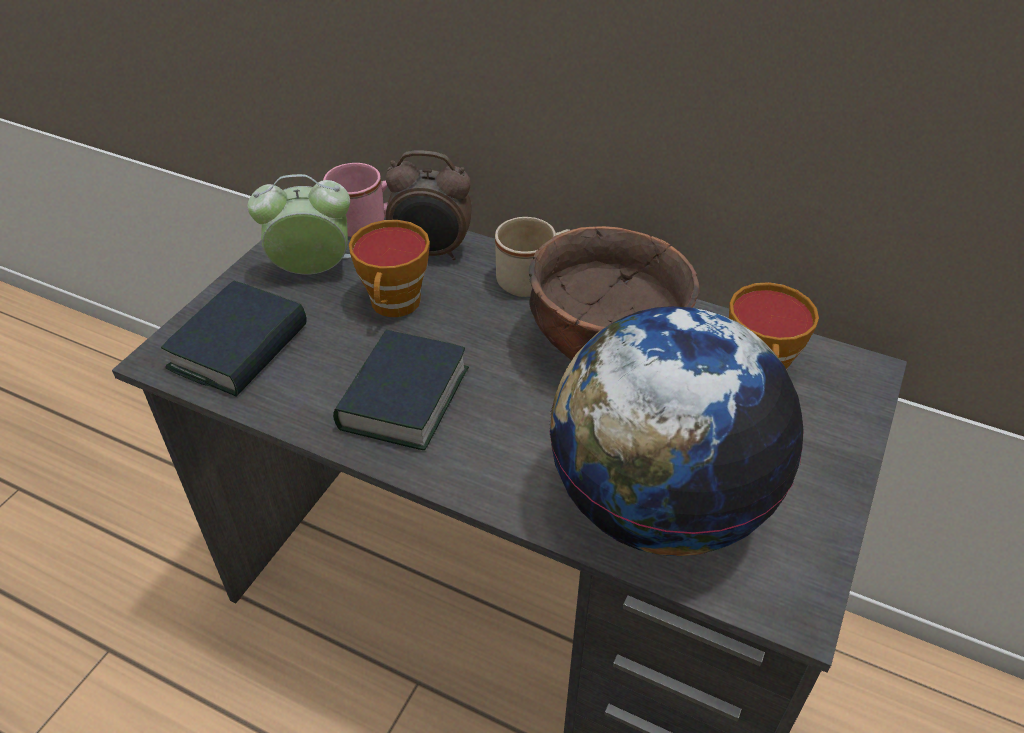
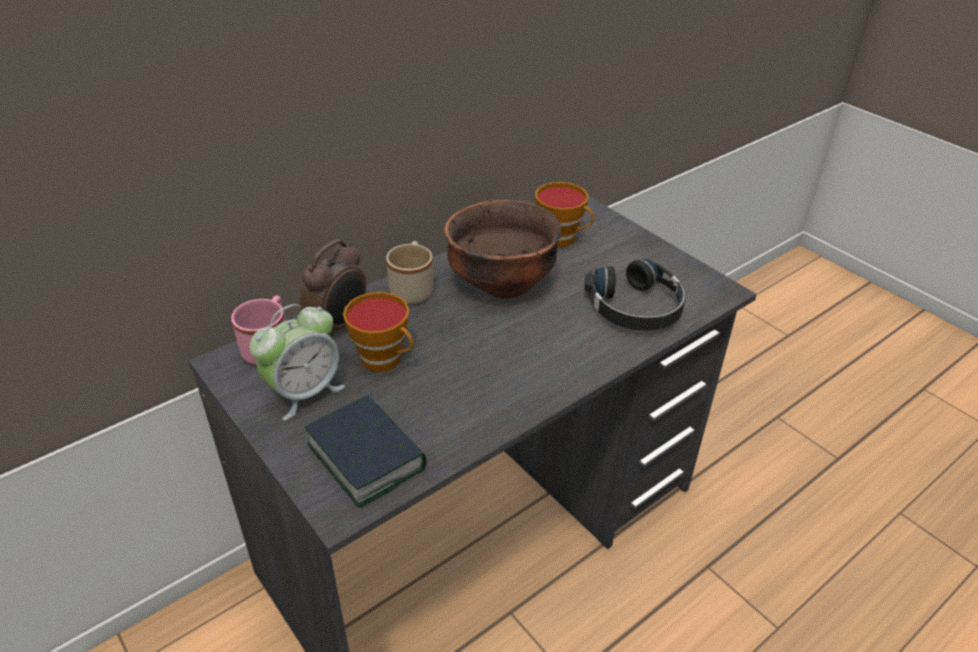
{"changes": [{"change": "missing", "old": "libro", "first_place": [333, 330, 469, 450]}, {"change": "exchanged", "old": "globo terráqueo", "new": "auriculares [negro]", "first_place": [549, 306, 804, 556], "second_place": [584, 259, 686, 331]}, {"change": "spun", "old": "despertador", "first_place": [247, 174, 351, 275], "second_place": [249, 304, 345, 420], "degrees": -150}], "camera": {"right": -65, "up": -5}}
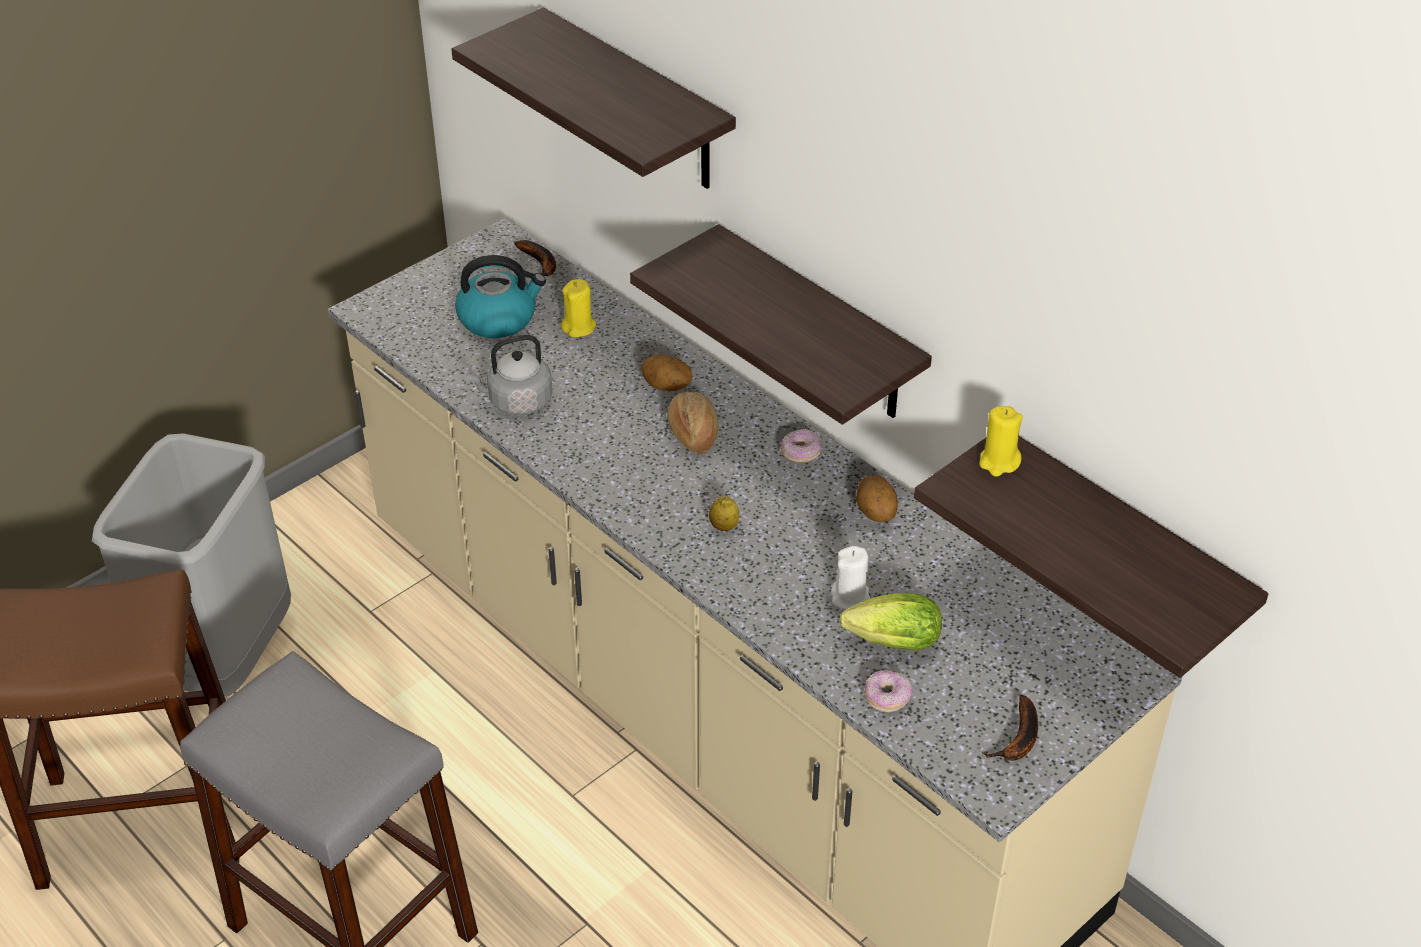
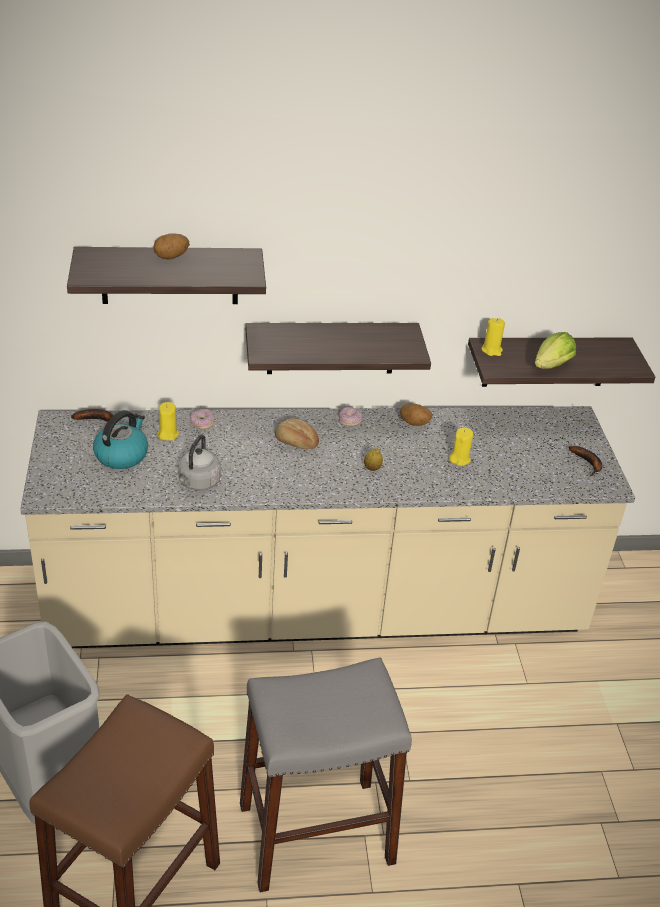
{"changes": [{"change": "relocated", "old": "patata", "first_place": [641, 354, 693, 391], "second_place": [153, 233, 190, 260]}, {"change": "relocated", "old": "lechuga", "first_place": [839, 593, 942, 650], "second_place": [535, 332, 576, 369]}, {"change": "relocated", "old": "rosquilla", "first_place": [865, 670, 912, 712], "second_place": [190, 409, 215, 429]}, {"change": "colour", "old": "vela [blanco]", "new": "vela [amarillo]", "first_place": [831, 546, 870, 610], "second_place": [449, 427, 473, 466]}], "camera": {"right": -55, "up": -5}}
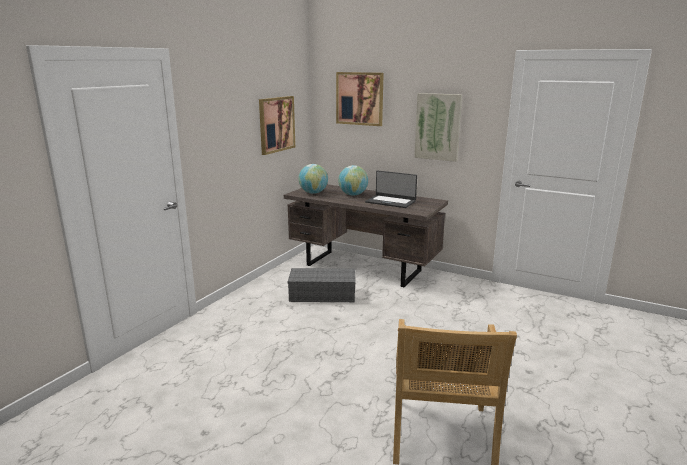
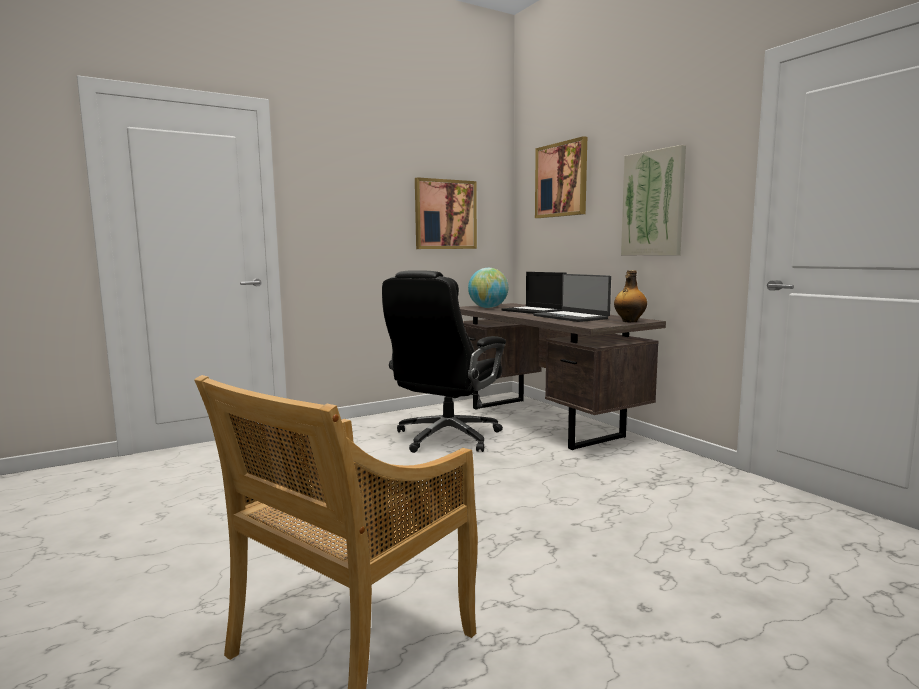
{"changes": [{"change": "appeared", "new": "botella", "second_place": [614, 270, 647, 322]}, {"change": "exchanged", "old": "caja de almacenaje [gris]", "new": "silla de oficina [negro]", "first_place": [288, 268, 355, 302], "second_place": [382, 270, 506, 453]}, {"change": "exchanged", "old": "globo terráqueo", "new": "portátil", "first_place": [338, 165, 368, 196], "second_place": [502, 272, 567, 314]}], "camera": {"right": 30, "up": -10}}
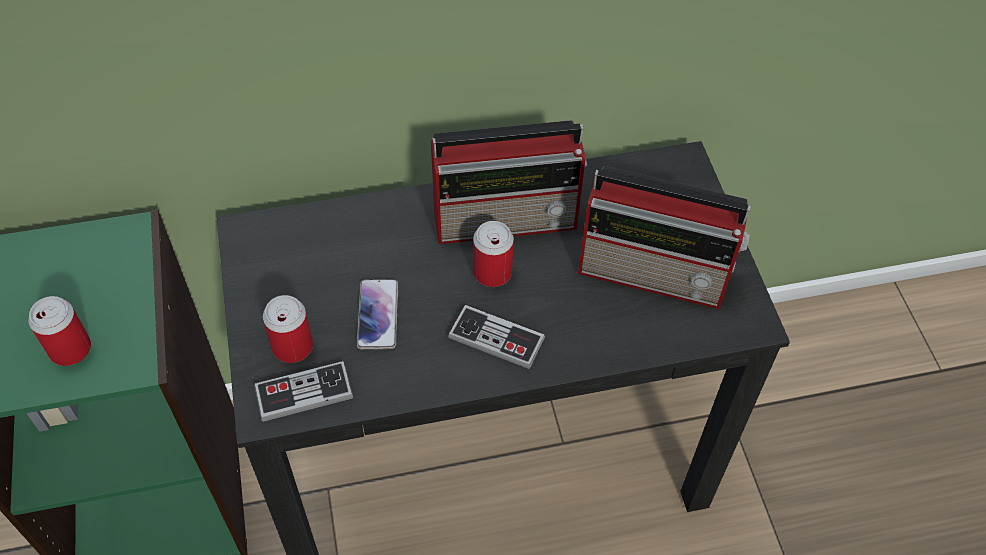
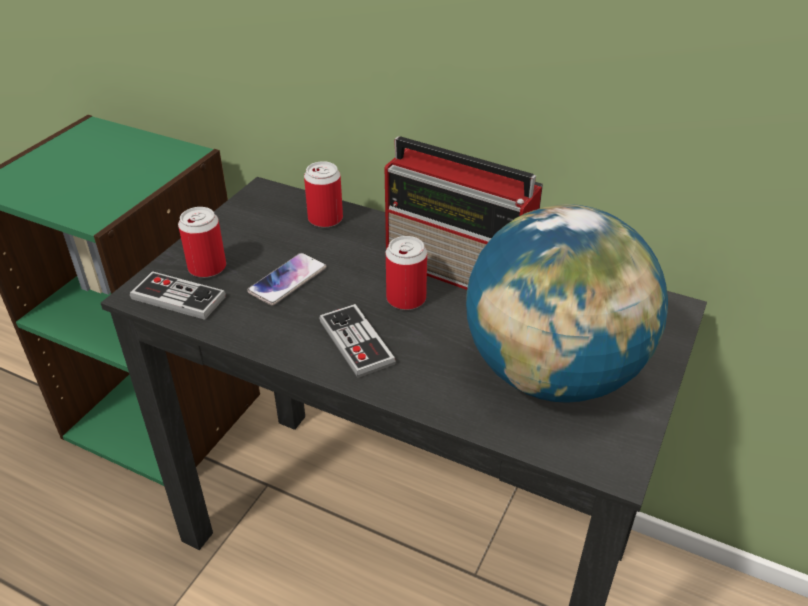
{"changes": [{"change": "relocated", "old": "lata", "first_place": [28, 296, 91, 366], "second_place": [304, 161, 343, 227]}, {"change": "exchanged", "old": "radio", "new": "globo terráqueo", "first_place": [578, 166, 751, 309], "second_place": [466, 204, 668, 403]}], "camera": {"right": 40, "up": -15}}
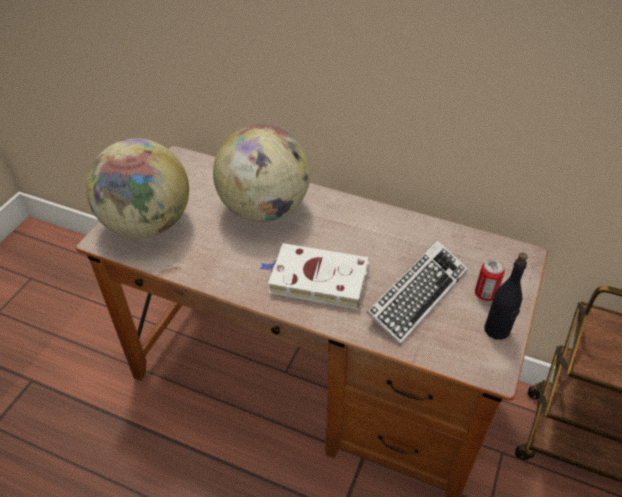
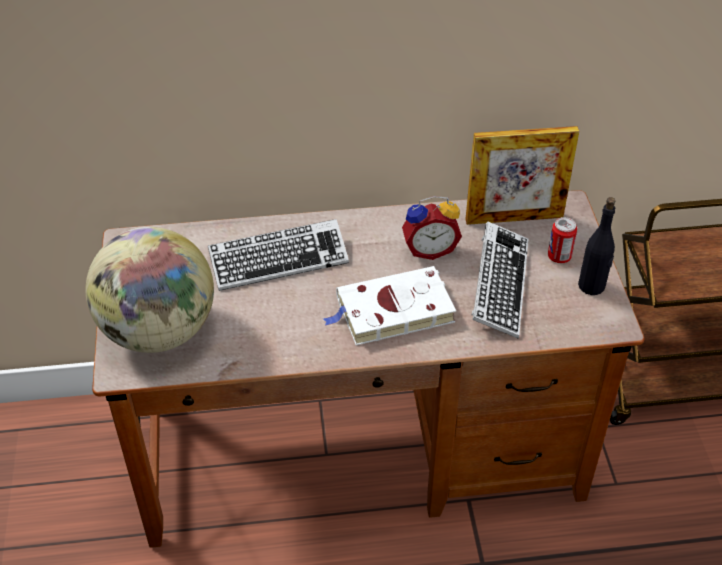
{"changes": [{"change": "appeared", "new": "despertador", "second_place": [402, 196, 462, 260]}, {"change": "appeared", "new": "portarretratos", "second_place": [465, 126, 579, 225]}, {"change": "exchanged", "old": "globo terráqueo", "new": "teclado", "first_place": [213, 124, 310, 222], "second_place": [208, 219, 349, 291]}], "camera": {"right": -30, "up": 0}}
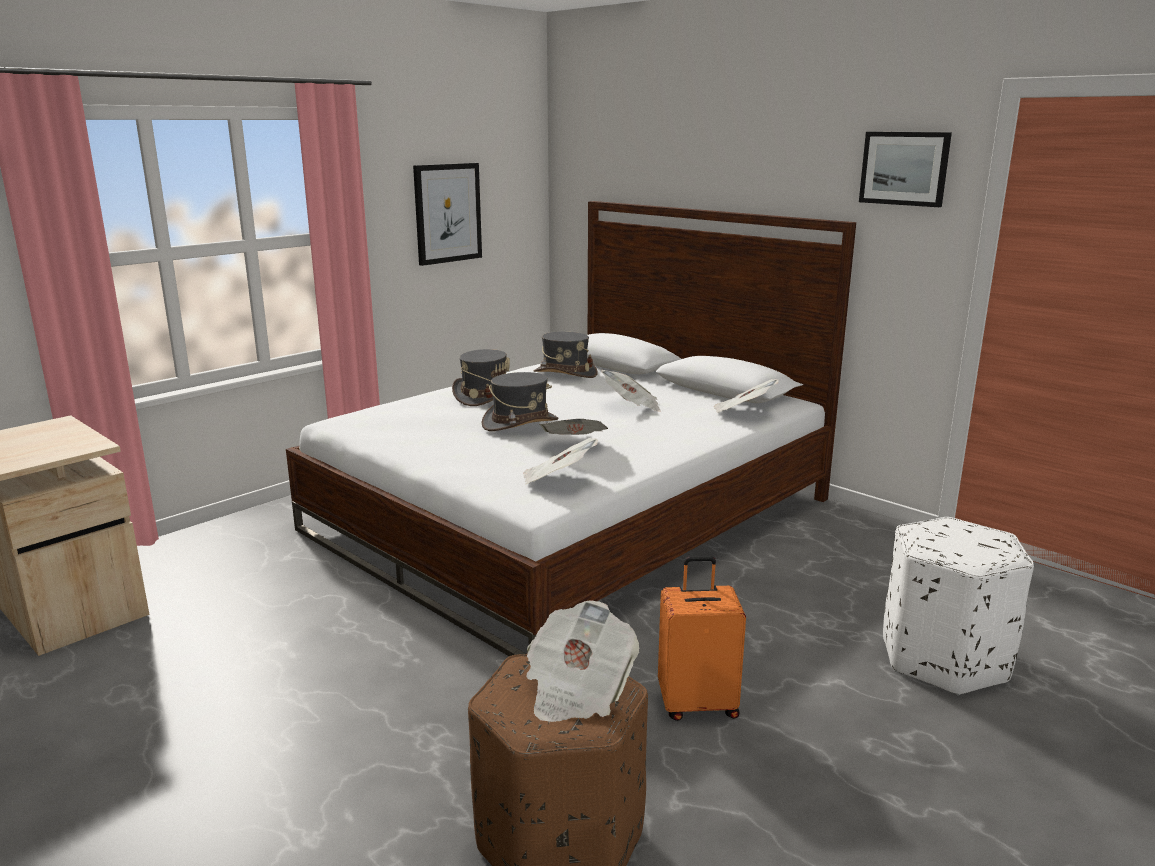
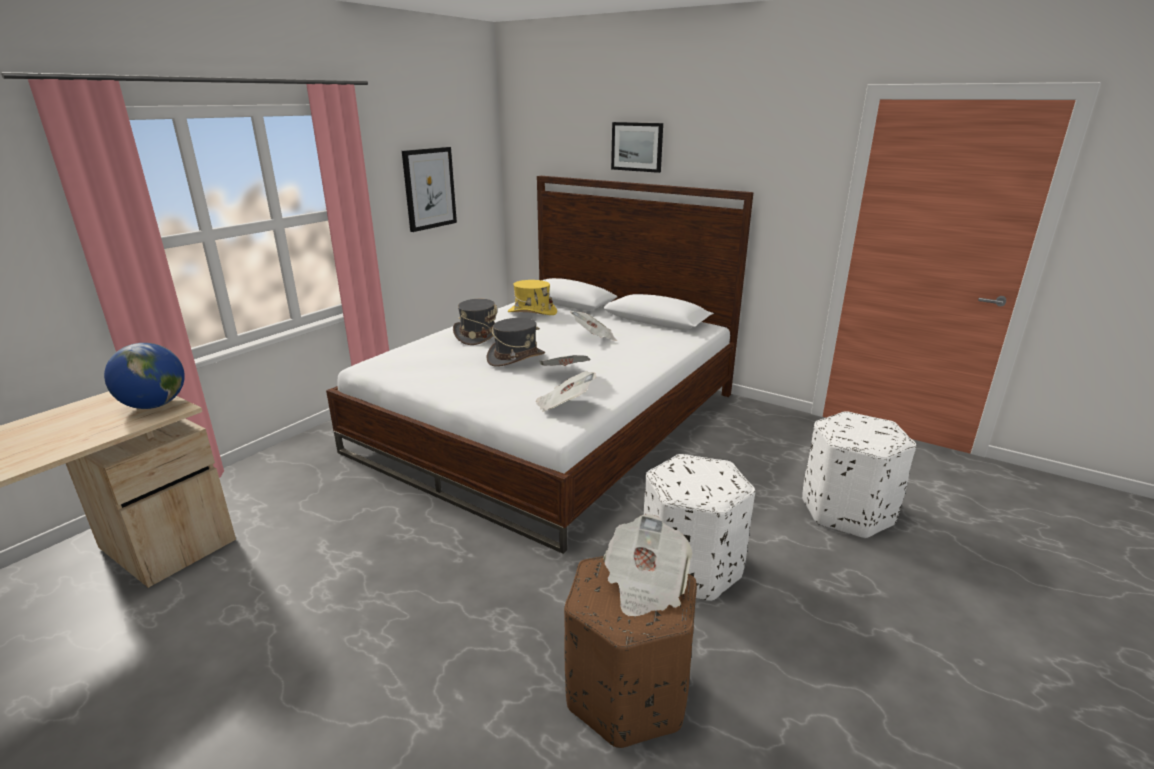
{"changes": [{"change": "missing", "old": "periódico", "first_place": [714, 379, 779, 413]}, {"change": "appeared", "new": "globo terráqueo", "second_place": [104, 343, 185, 409]}, {"change": "relocated", "old": "cuadro", "first_place": [859, 132, 952, 207], "second_place": [611, 122, 663, 173]}, {"change": "exchanged", "old": "maleta [naranja]", "new": "puf [blanco]", "first_place": [658, 556, 746, 721], "second_place": [643, 454, 755, 601]}, {"change": "colour", "old": "sombrero [gris]", "new": "sombrero [amarillo]", "first_place": [534, 332, 598, 378], "second_place": [508, 280, 557, 315]}], "camera": {"right": -10, "up": 5}}
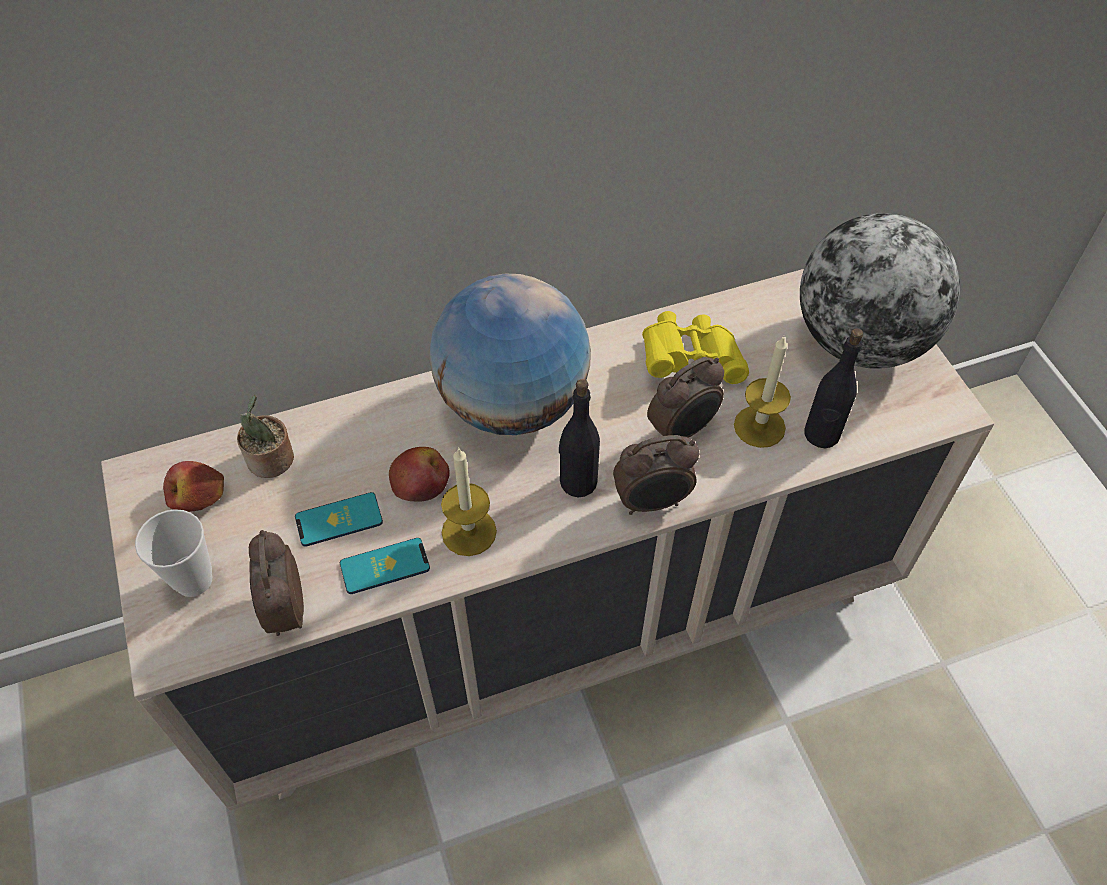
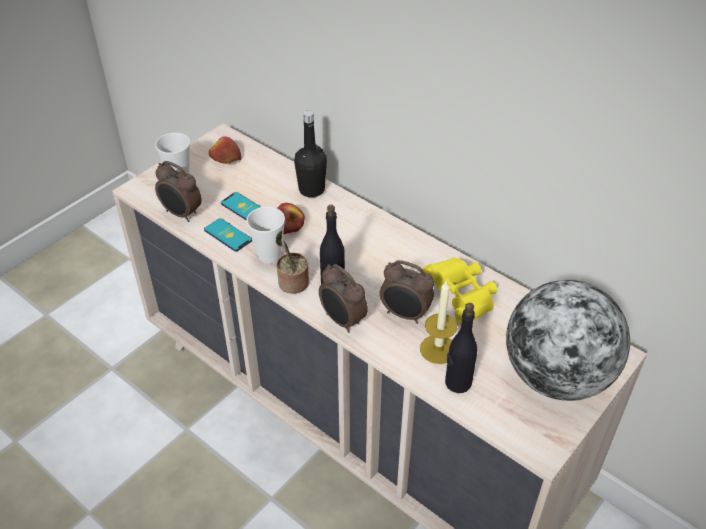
{"changes": [{"change": "missing", "old": "globo terráqueo", "first_place": [429, 274, 591, 435]}, {"change": "appeared", "new": "botella [negro]", "second_place": [294, 110, 327, 197]}, {"change": "relocated", "old": "planta en maceta", "first_place": [237, 395, 294, 478], "second_place": [275, 230, 309, 294]}, {"change": "exchanged", "old": "vela", "new": "taza", "first_place": [441, 447, 497, 556], "second_place": [246, 207, 285, 264]}, {"change": "spun", "old": "despertador", "first_place": [249, 530, 304, 636], "second_place": [155, 161, 202, 222], "degrees": -105}], "camera": {"right": 60, "up": -10}}
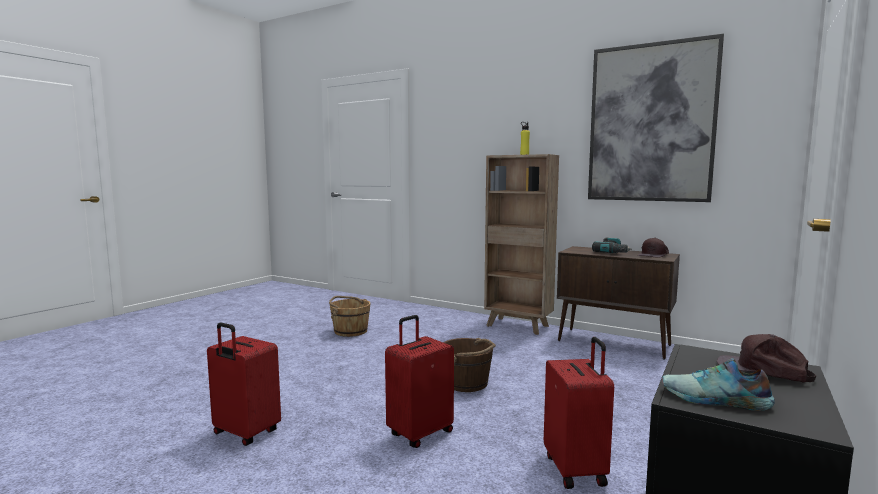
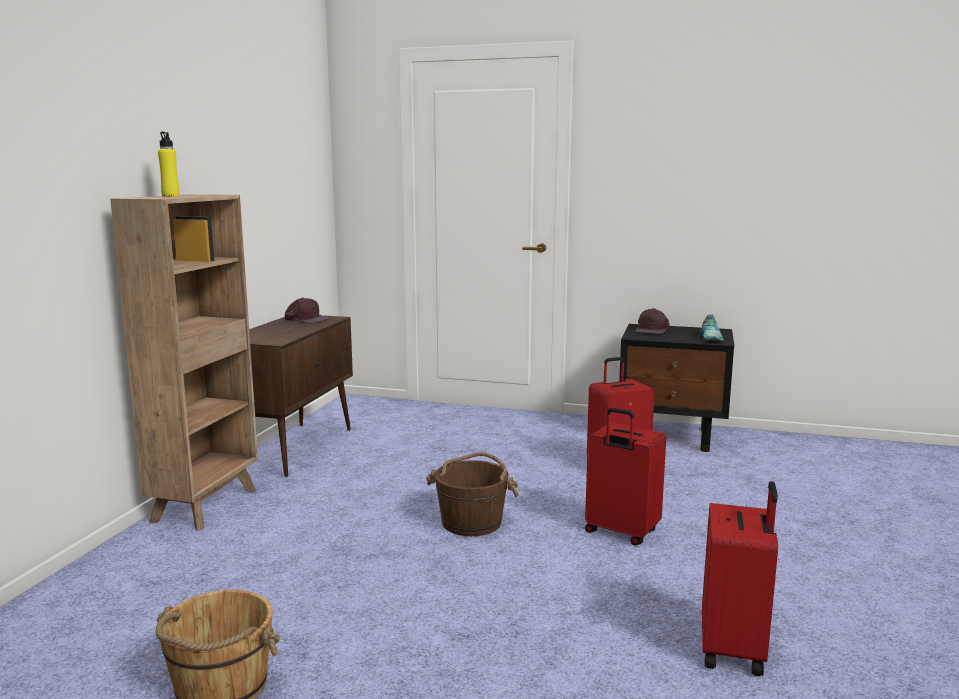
{"changes": [{"change": "missing", "old": "cuadro", "first_place": [588, 34, 724, 202]}, {"change": "missing", "old": "taladro", "first_place": [592, 237, 632, 253]}], "camera": {"right": -105, "up": 5}}
